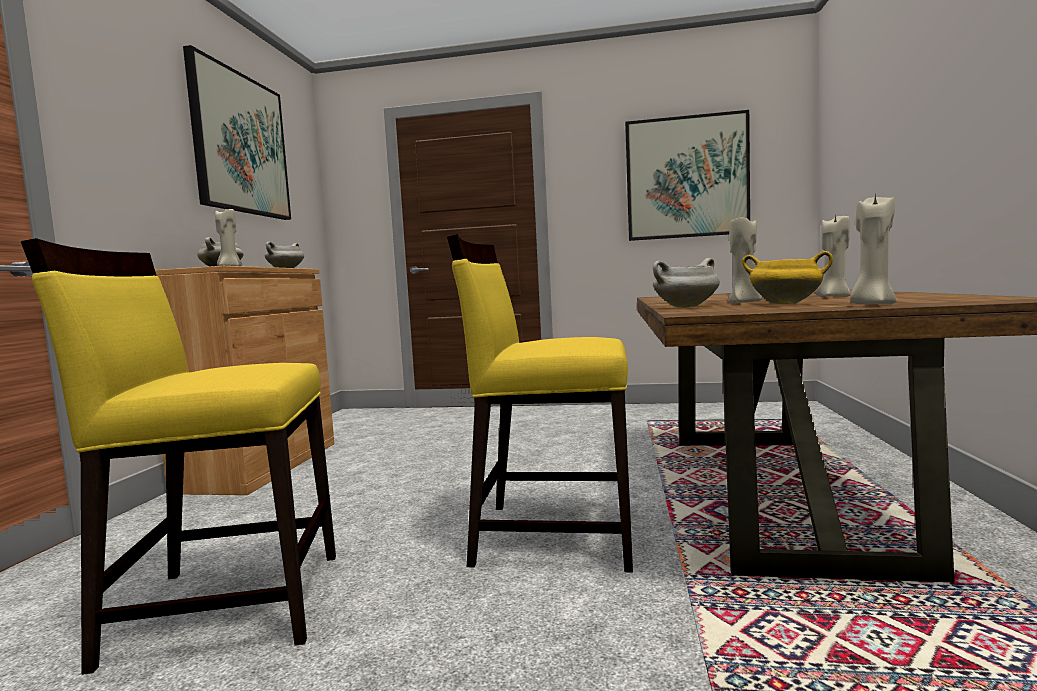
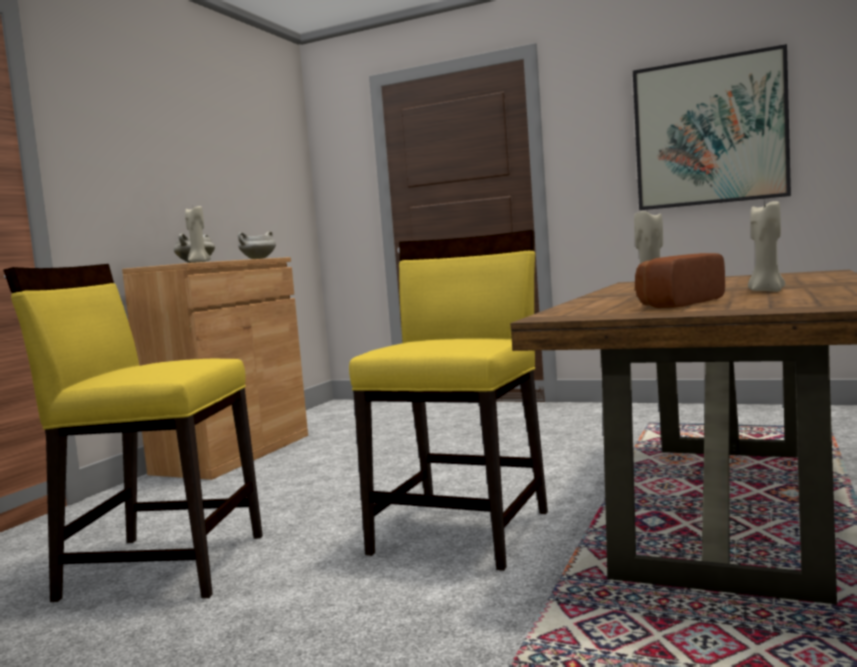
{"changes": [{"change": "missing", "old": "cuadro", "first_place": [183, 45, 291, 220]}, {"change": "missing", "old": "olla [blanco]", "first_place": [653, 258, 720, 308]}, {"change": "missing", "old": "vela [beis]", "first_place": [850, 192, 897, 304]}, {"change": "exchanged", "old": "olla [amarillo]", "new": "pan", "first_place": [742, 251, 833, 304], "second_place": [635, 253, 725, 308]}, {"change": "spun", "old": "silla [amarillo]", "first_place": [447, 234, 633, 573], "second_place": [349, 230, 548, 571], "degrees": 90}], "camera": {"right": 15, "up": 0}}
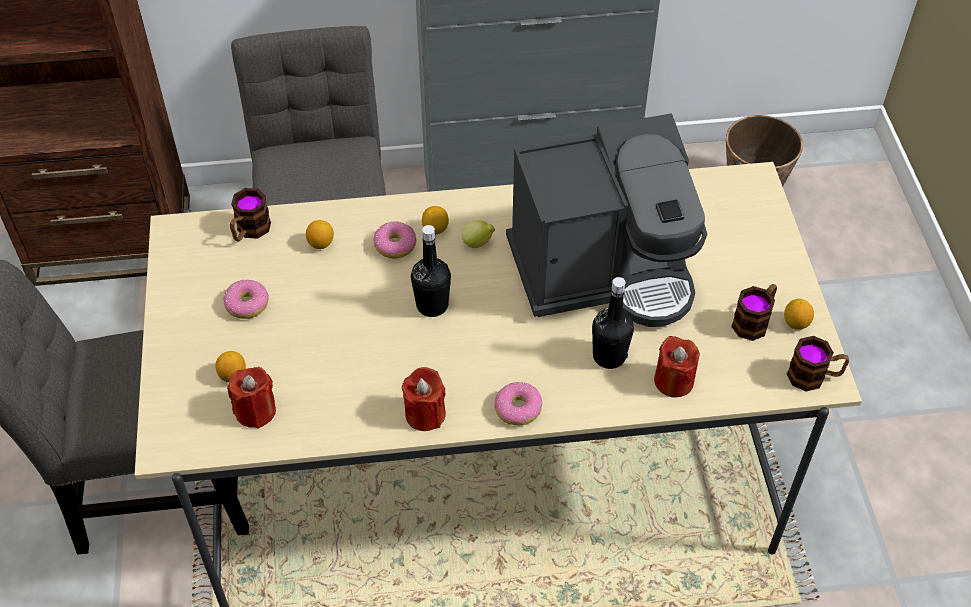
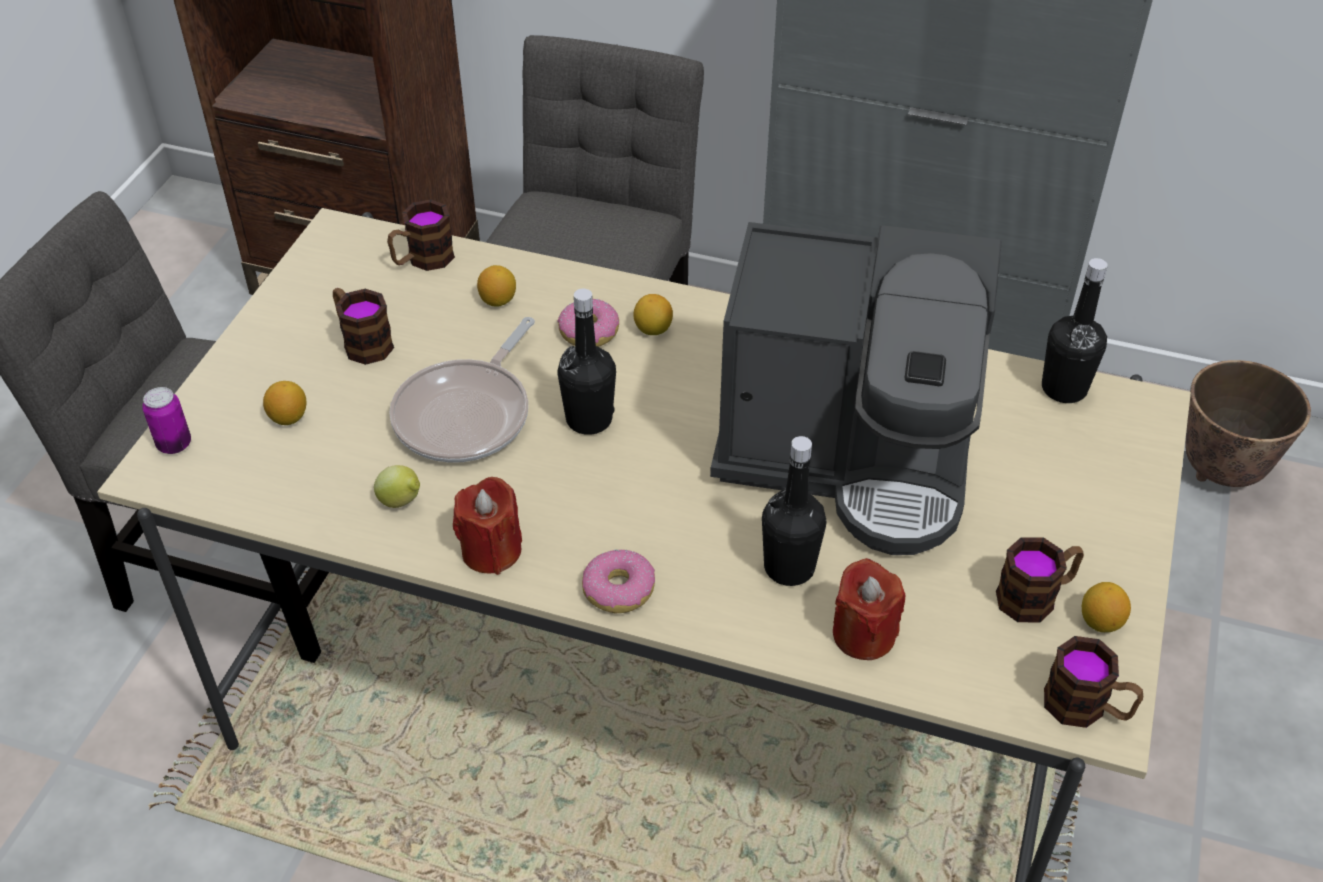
{"changes": [{"change": "missing", "old": "vela [rojo]", "first_place": [227, 367, 276, 429]}, {"change": "appeared", "new": "lata", "second_place": [142, 387, 191, 454]}, {"change": "appeared", "new": "sartén", "second_place": [389, 317, 535, 463]}, {"change": "appeared", "new": "botella [negro]", "second_place": [1042, 258, 1108, 403]}, {"change": "relocated", "old": "limón", "first_place": [462, 220, 495, 248], "second_place": [374, 465, 420, 508]}, {"change": "exchanged", "old": "rosquilla", "new": "taza grande", "first_place": [223, 280, 269, 319], "second_place": [333, 288, 394, 365]}], "camera": {"right": 25, "up": -5}}
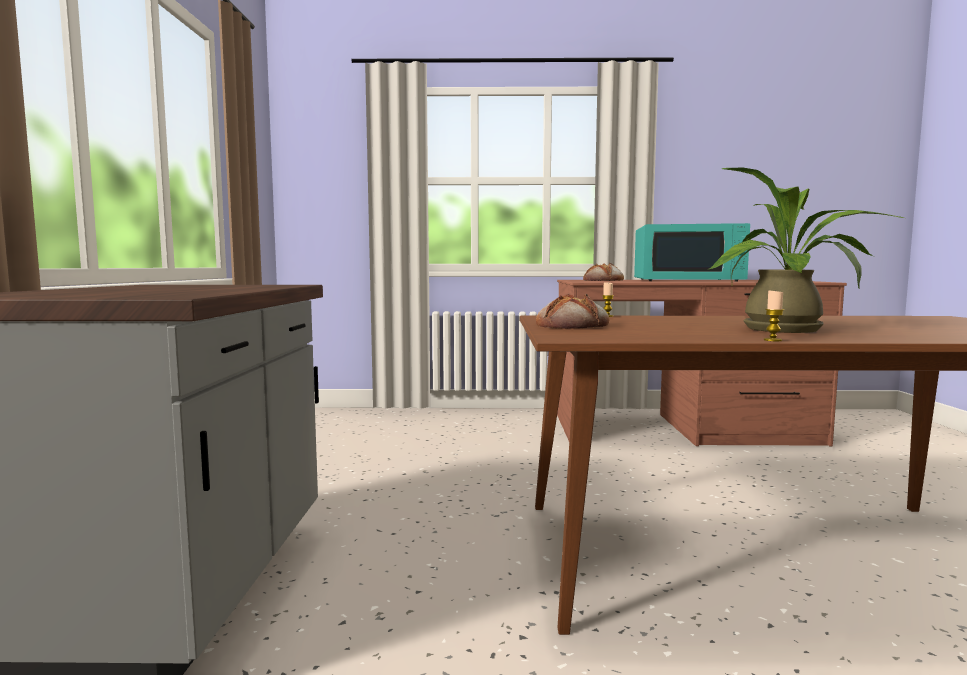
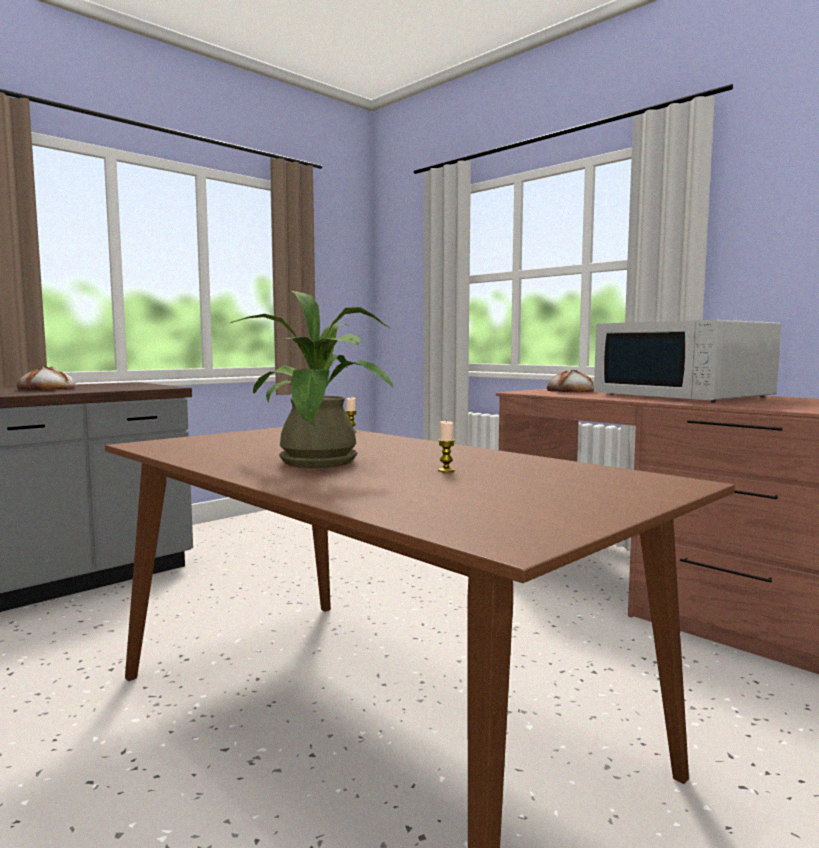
{"changes": [{"change": "relocated", "old": "pan", "first_place": [536, 294, 609, 329], "second_place": [17, 366, 76, 390]}, {"change": "relocated", "old": "vela", "first_place": [764, 290, 784, 341], "second_place": [438, 421, 455, 472]}, {"change": "colour", "old": "microondas [turquesa]", "new": "microondas [blanco]", "first_place": [634, 223, 750, 282], "second_place": [594, 320, 781, 402]}], "camera": {"right": 45, "up": 0}}
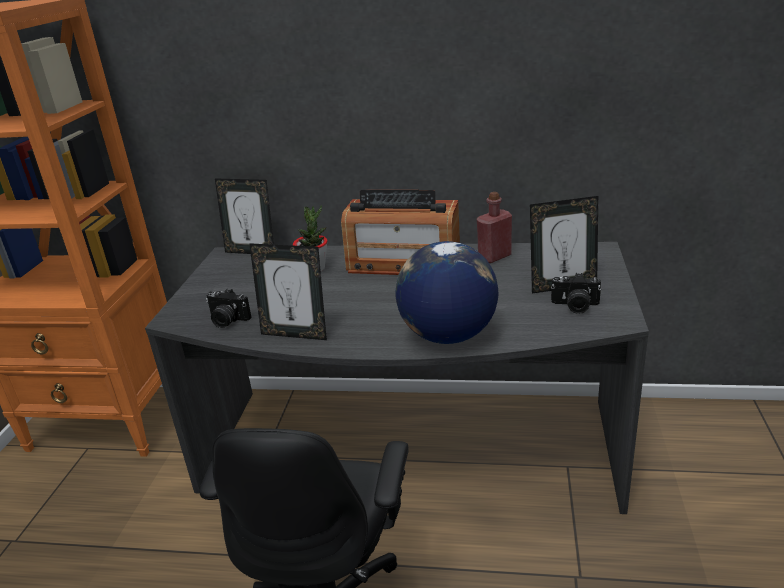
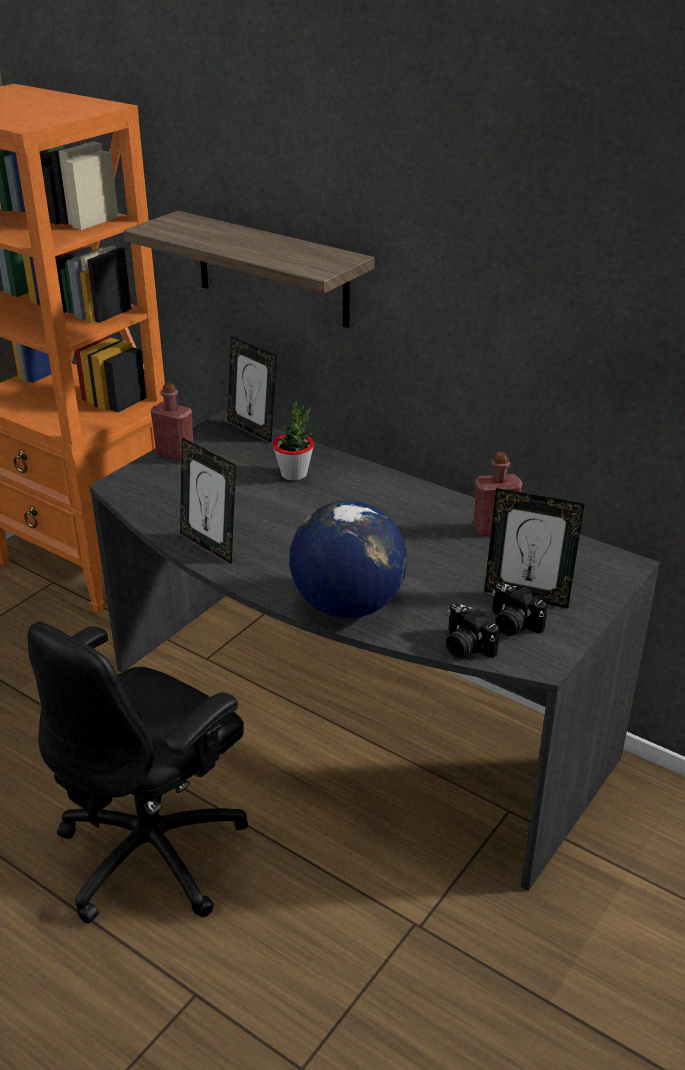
{"changes": [{"change": "missing", "old": "radio", "first_place": [341, 190, 460, 275]}, {"change": "appeared", "new": "estante", "second_place": [123, 211, 375, 328]}, {"change": "appeared", "new": "botella [rojo]", "second_place": [151, 383, 193, 461]}, {"change": "relocated", "old": "cámara", "first_place": [206, 289, 252, 328], "second_place": [446, 603, 500, 659]}], "camera": {"right": 25, "up": 5}}
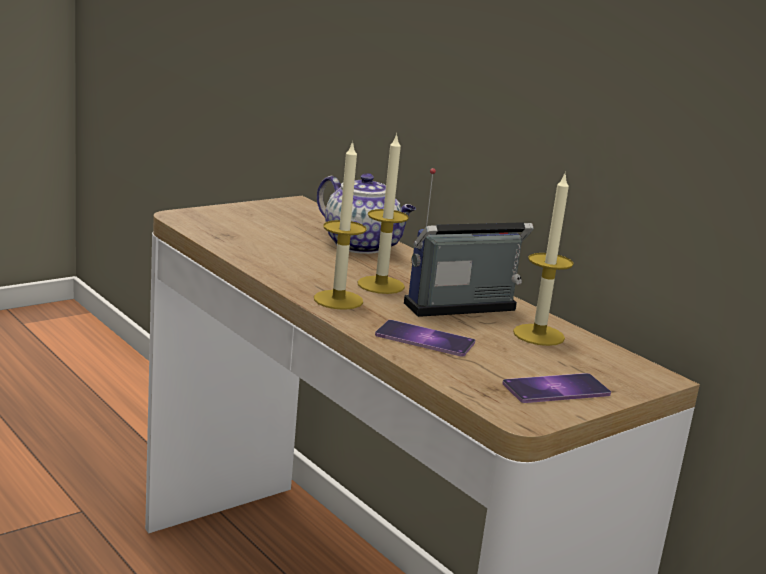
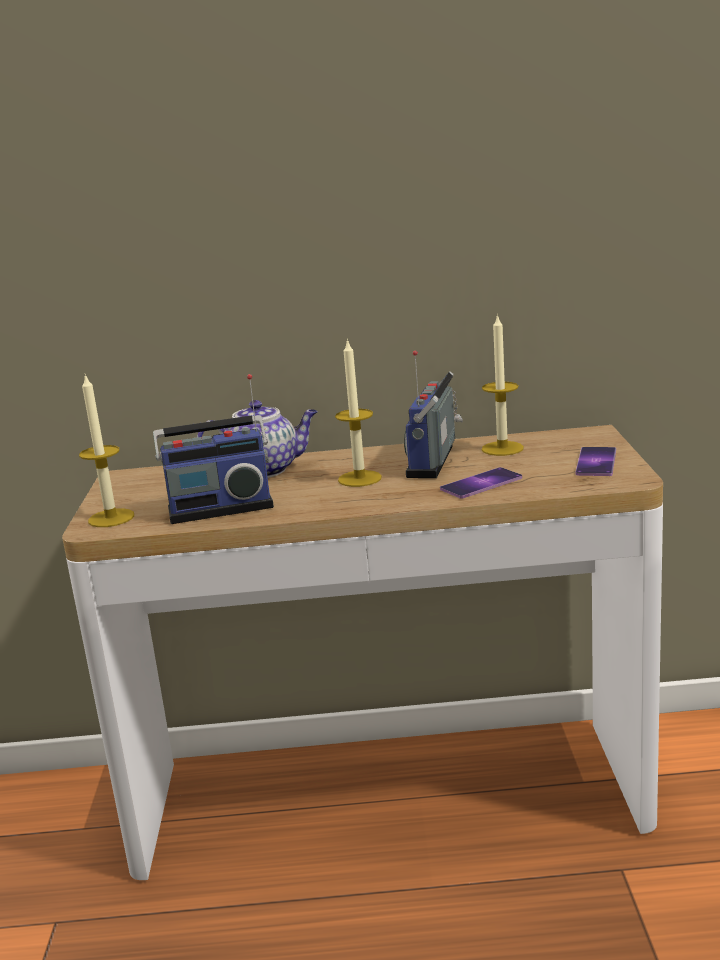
{"changes": [{"change": "appeared", "new": "radio", "second_place": [153, 374, 274, 524]}, {"change": "relocated", "old": "vela", "first_place": [314, 140, 367, 310], "second_place": [79, 374, 134, 527]}], "camera": {"right": -50, "up": 0}}
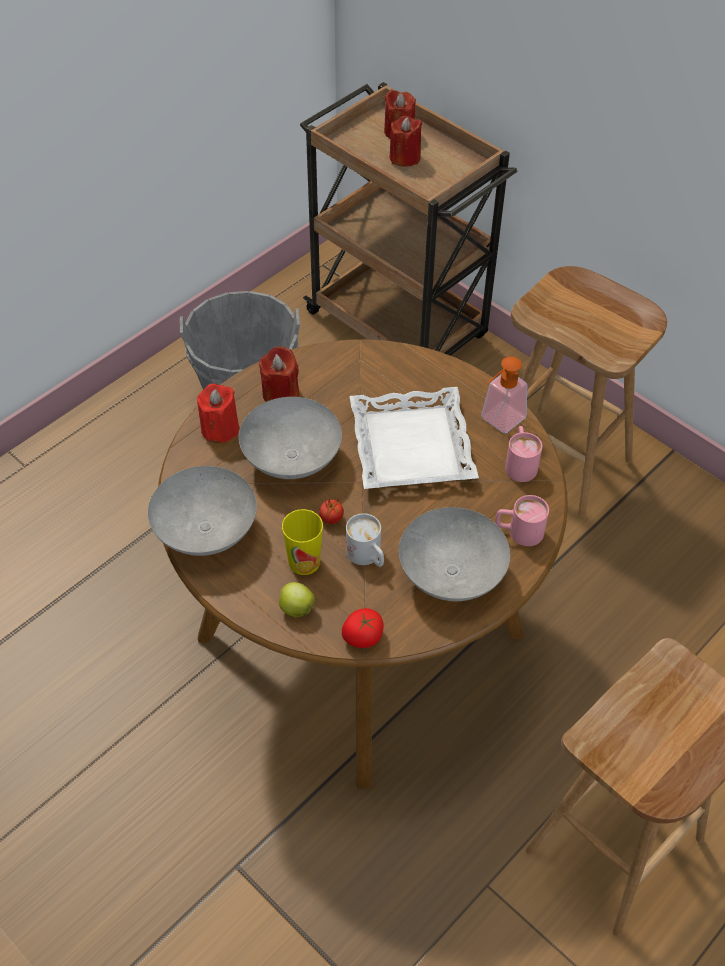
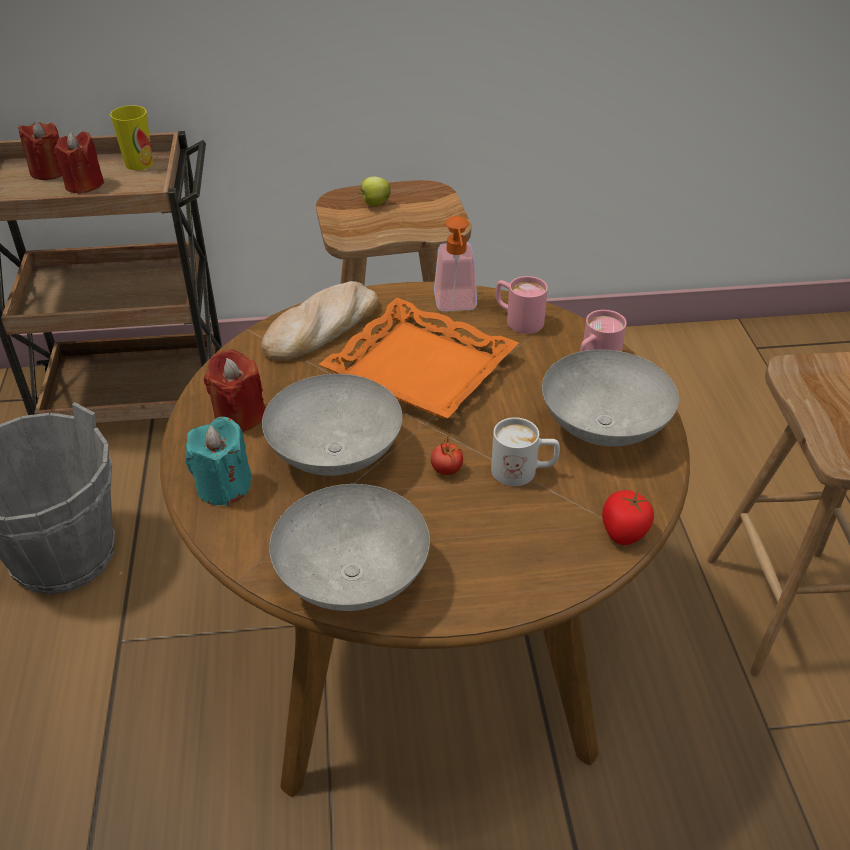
{"changes": [{"change": "appeared", "new": "pan", "second_place": [261, 281, 379, 360]}, {"change": "relocated", "old": "manzana", "first_place": [279, 582, 315, 617], "second_place": [358, 177, 391, 206]}, {"change": "relocated", "old": "taza", "first_place": [282, 509, 323, 575], "second_place": [110, 105, 153, 170]}, {"change": "colour", "old": "vela [rojo]", "new": "vela [turquesa]", "first_place": [197, 384, 239, 443], "second_place": [185, 417, 252, 506]}, {"change": "colour", "old": "bandeja [blanco]", "new": "bandeja [naranja]", "first_place": [350, 387, 479, 489], "second_place": [319, 298, 519, 418]}], "camera": {"right": -50, "up": -10}}
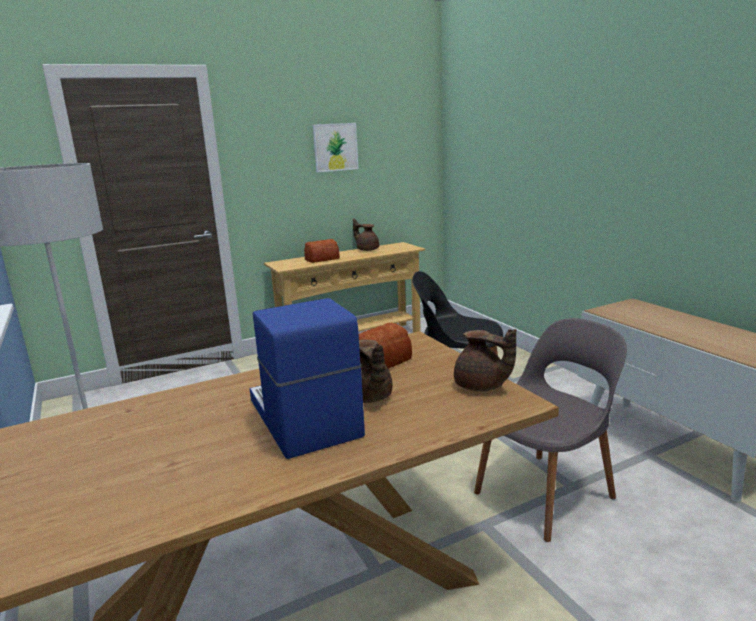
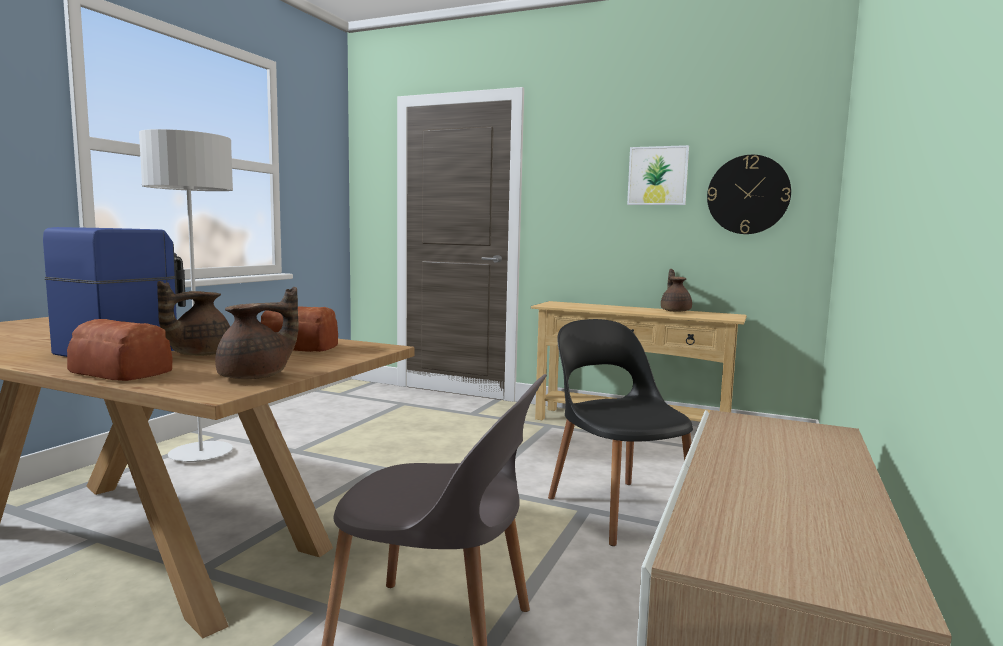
{"changes": [{"change": "appeared", "new": "reloj de pared", "second_place": [707, 155, 791, 234]}, {"change": "relocated", "old": "pan", "first_place": [304, 239, 340, 263], "second_place": [67, 319, 173, 381]}, {"change": "spun", "old": "tetera [marrón]", "first_place": [454, 329, 516, 391], "second_place": [215, 287, 298, 379], "degrees": -135}], "camera": {"right": 50, "up": -10}}
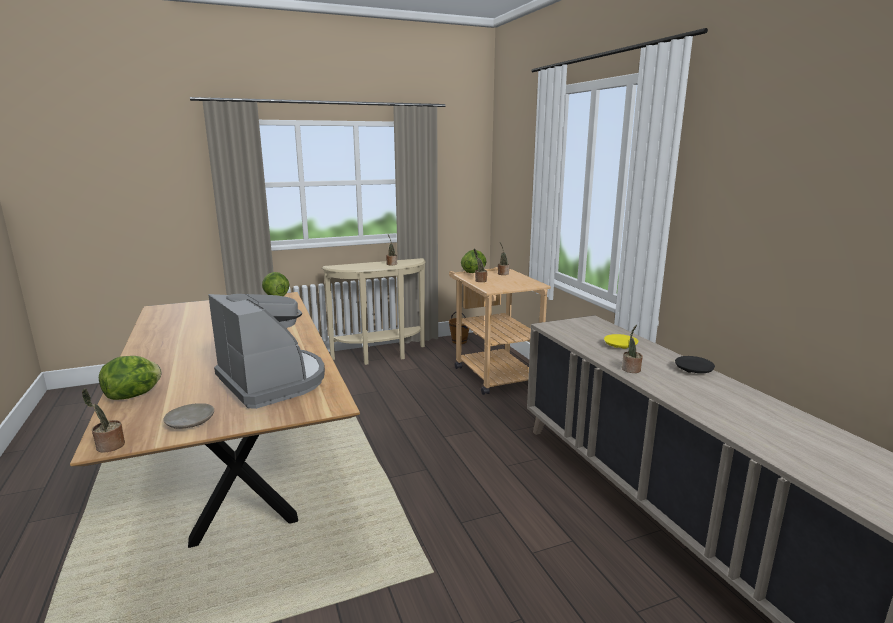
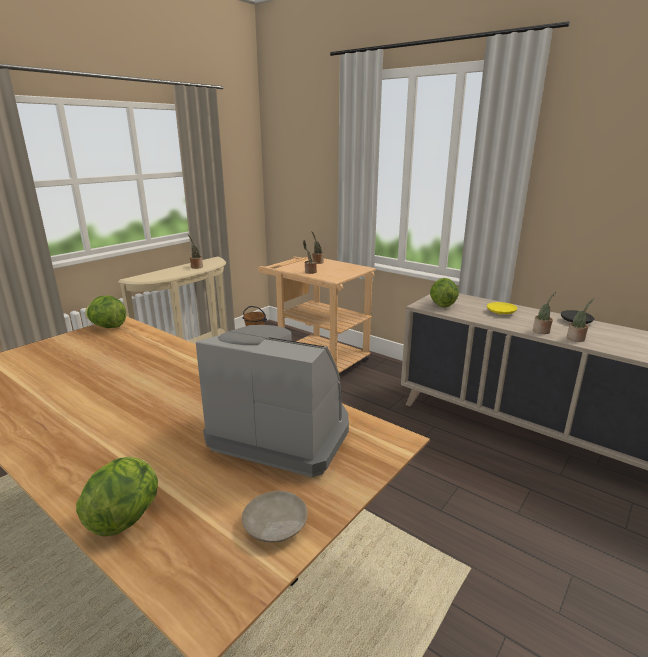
{"changes": [{"change": "relocated", "old": "planta en maceta", "first_place": [82, 389, 125, 453], "second_place": [567, 298, 594, 342]}, {"change": "relocated", "old": "lechuga", "first_place": [461, 250, 486, 273], "second_place": [430, 278, 459, 308]}], "camera": {"right": -30, "up": 5}}
